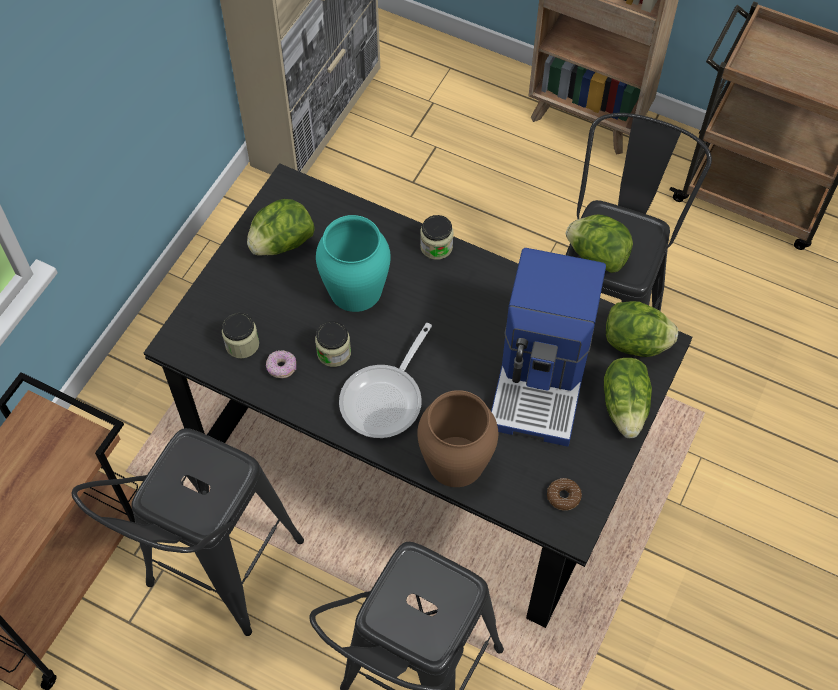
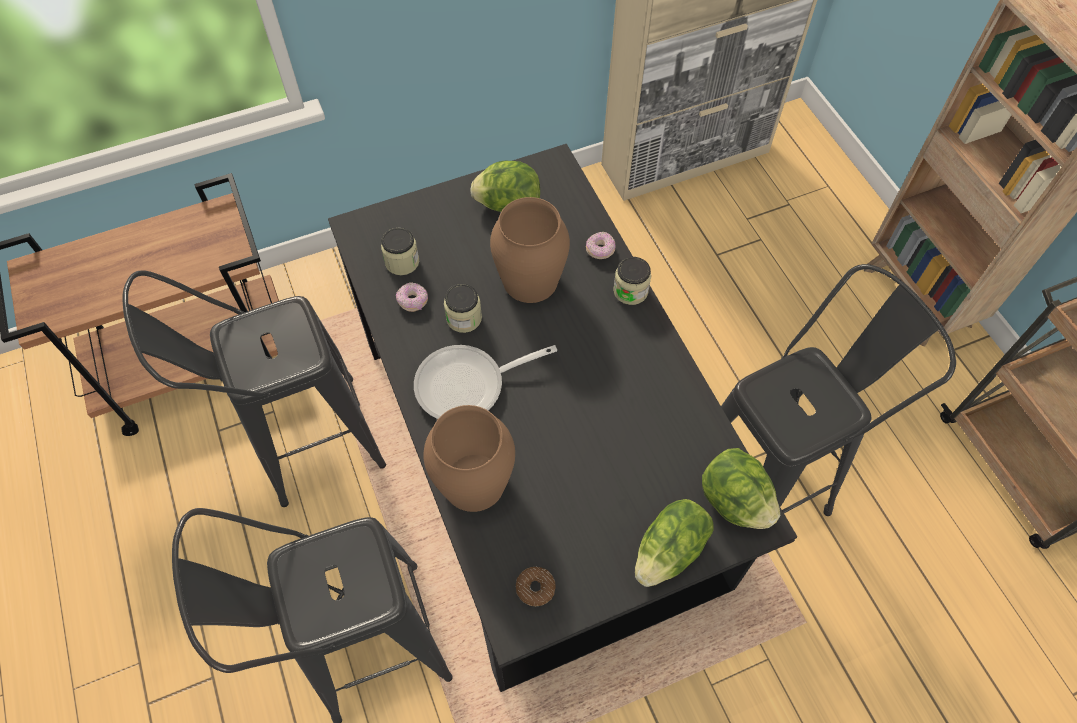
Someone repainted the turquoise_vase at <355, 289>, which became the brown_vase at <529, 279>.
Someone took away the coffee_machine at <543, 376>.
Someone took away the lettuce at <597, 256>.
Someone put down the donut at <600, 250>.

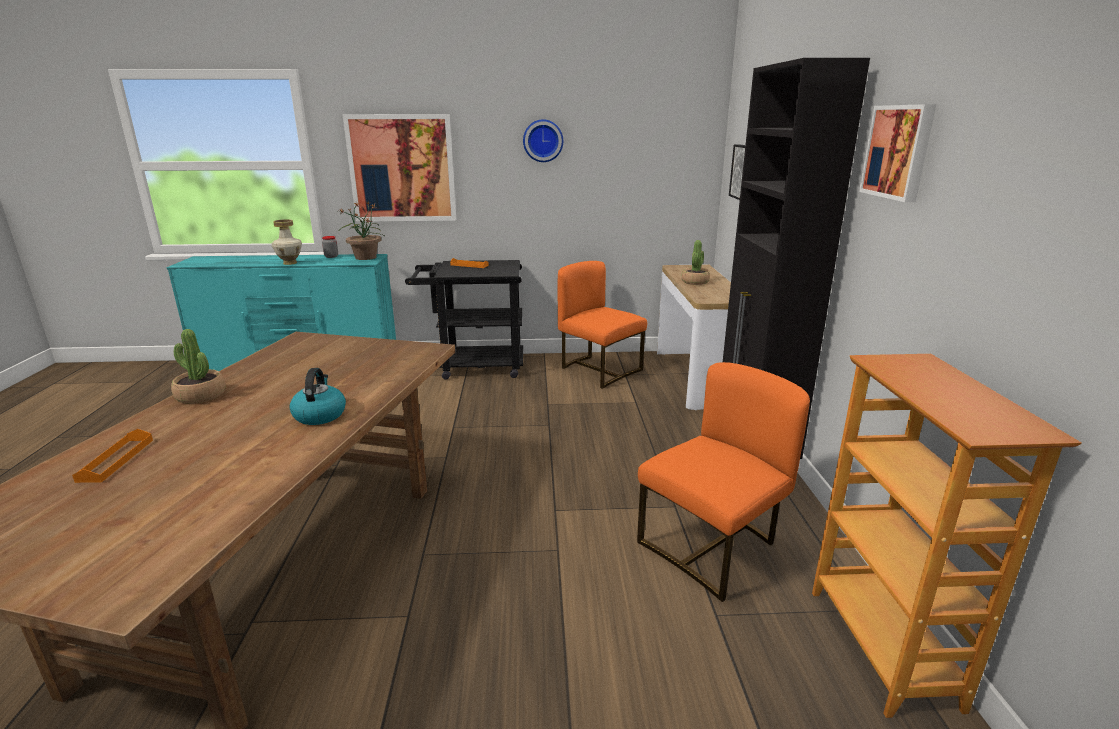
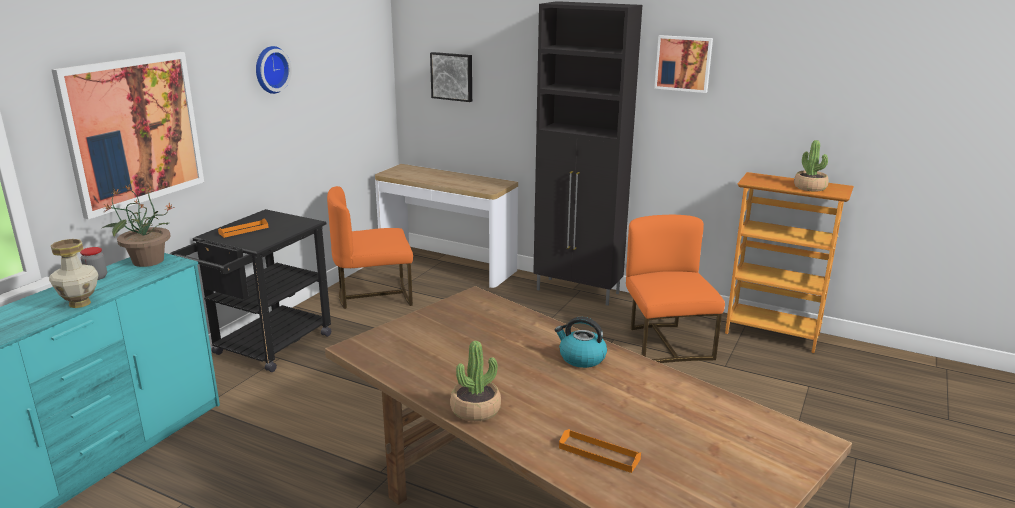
Someone carried the potted_plant from <695, 282> to <810, 187>.

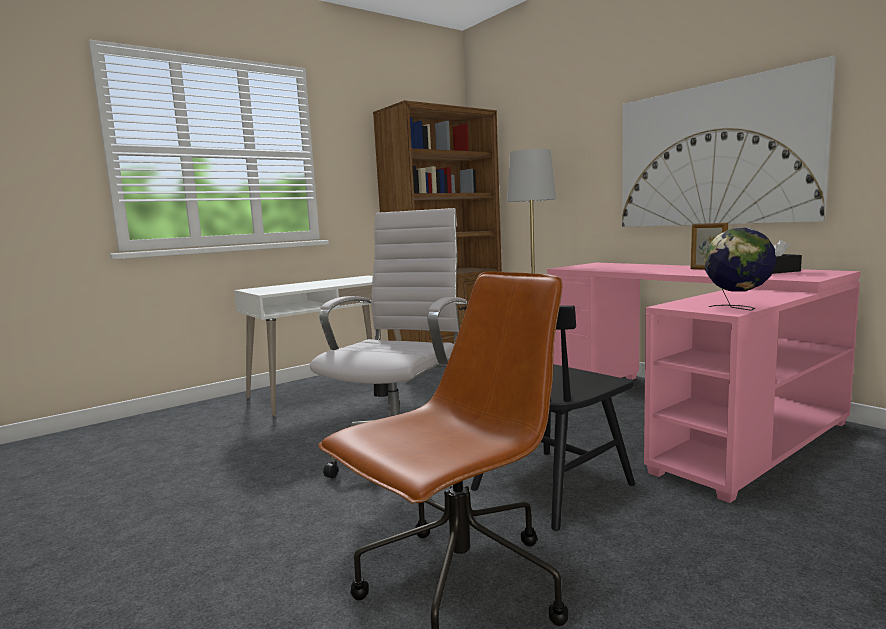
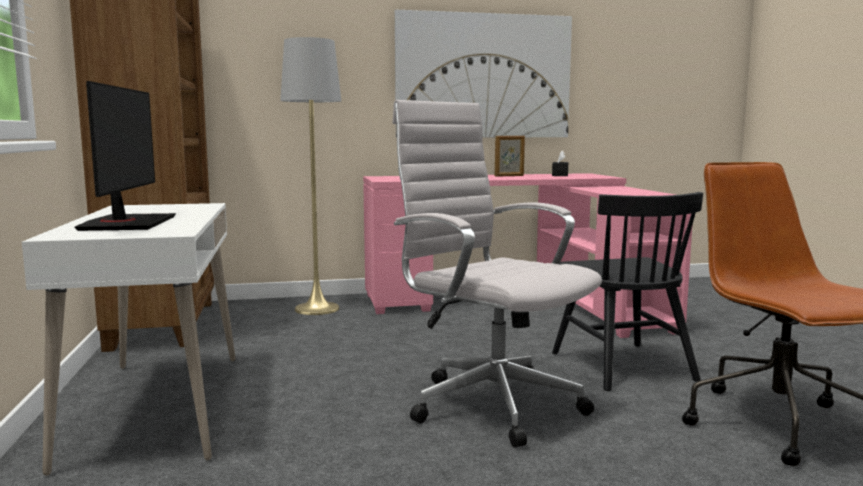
Someone took away the globe at <737, 308>.
Someone put down the monitor at <127, 223>.

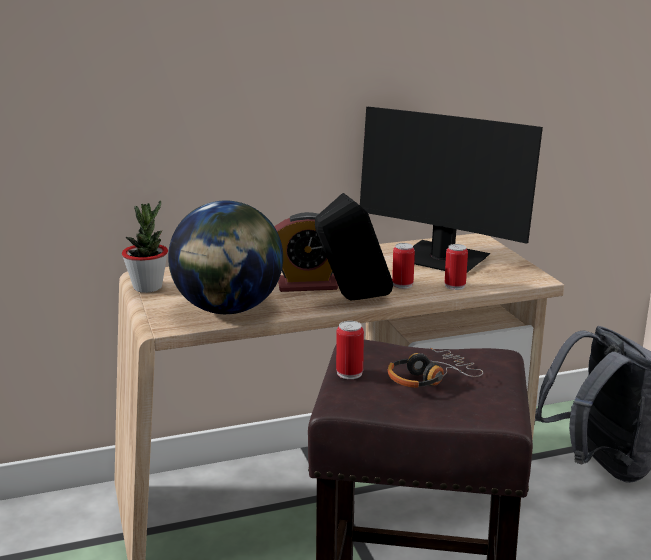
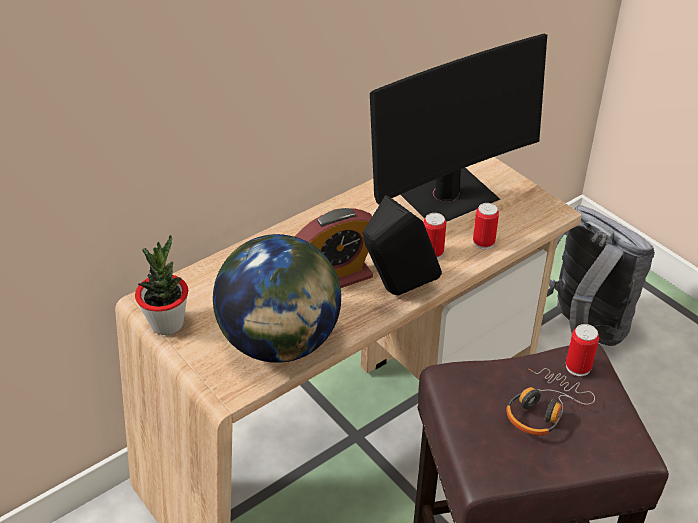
Someone carried the can from <349, 373> to <578, 367>.
Someone rotated the monitor at <442, 259> by 45 degrees counterclockwise.

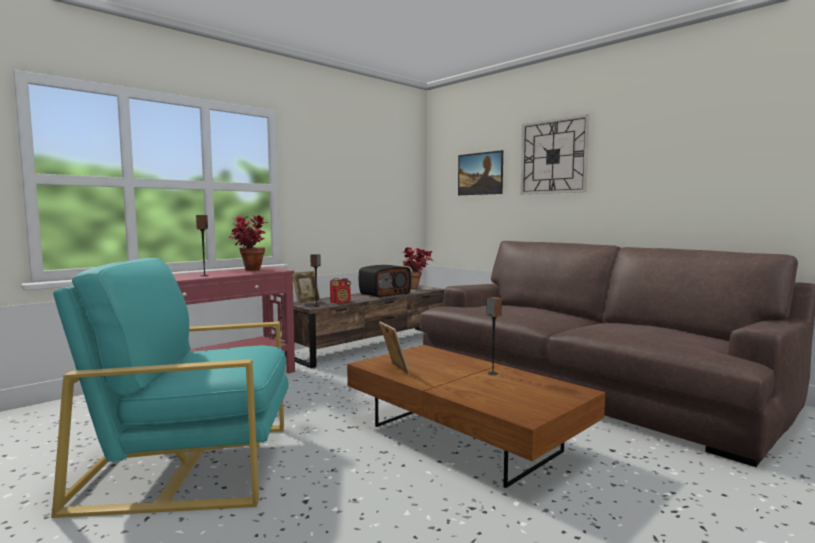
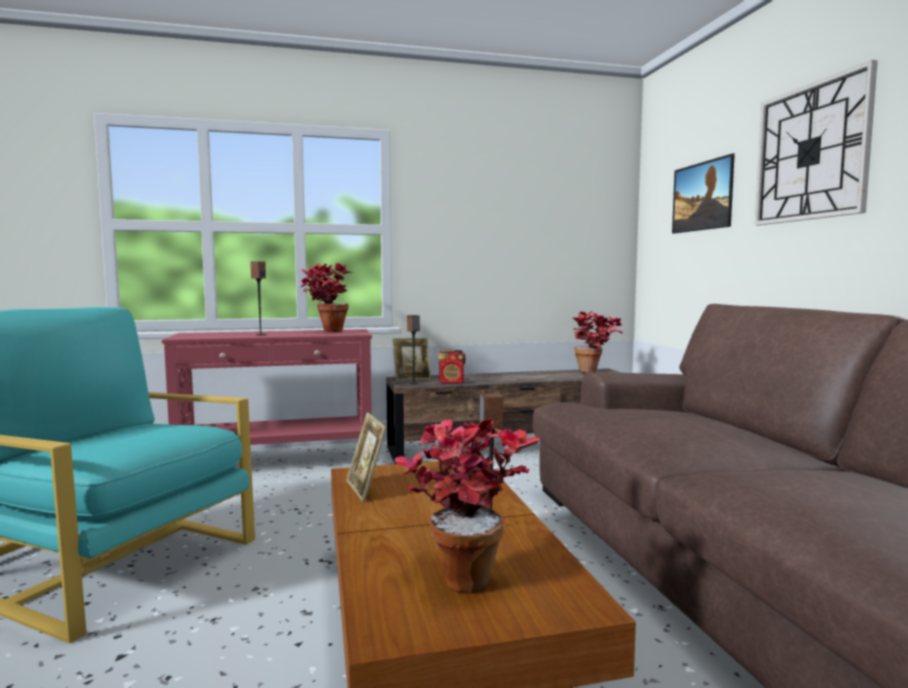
Someone took away the radio at <384, 293>.
Someone rotated the picture_frame at <394, 369> by 150 degrees clockwise.
Someone put down the potted_plant at <462, 574>.

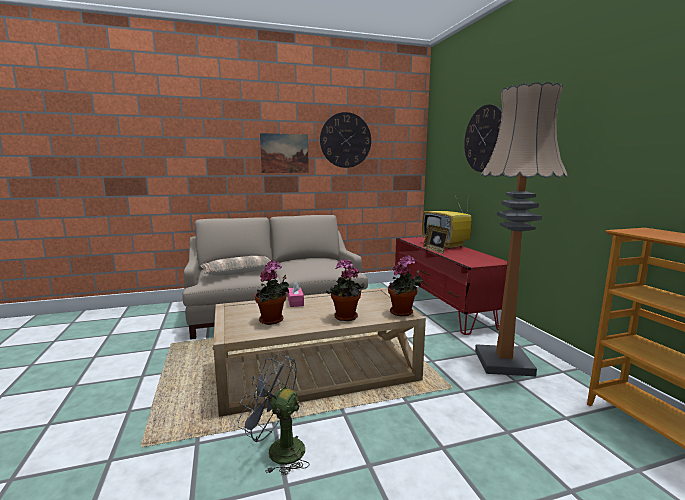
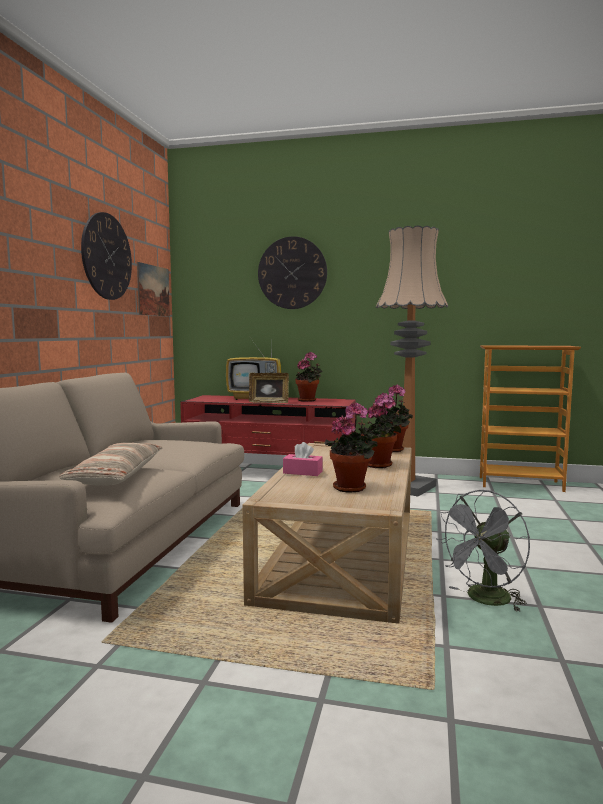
Someone carried the picture from <284, 153> to <153, 290>.
Someone put down the potted_plant at <308, 400>.

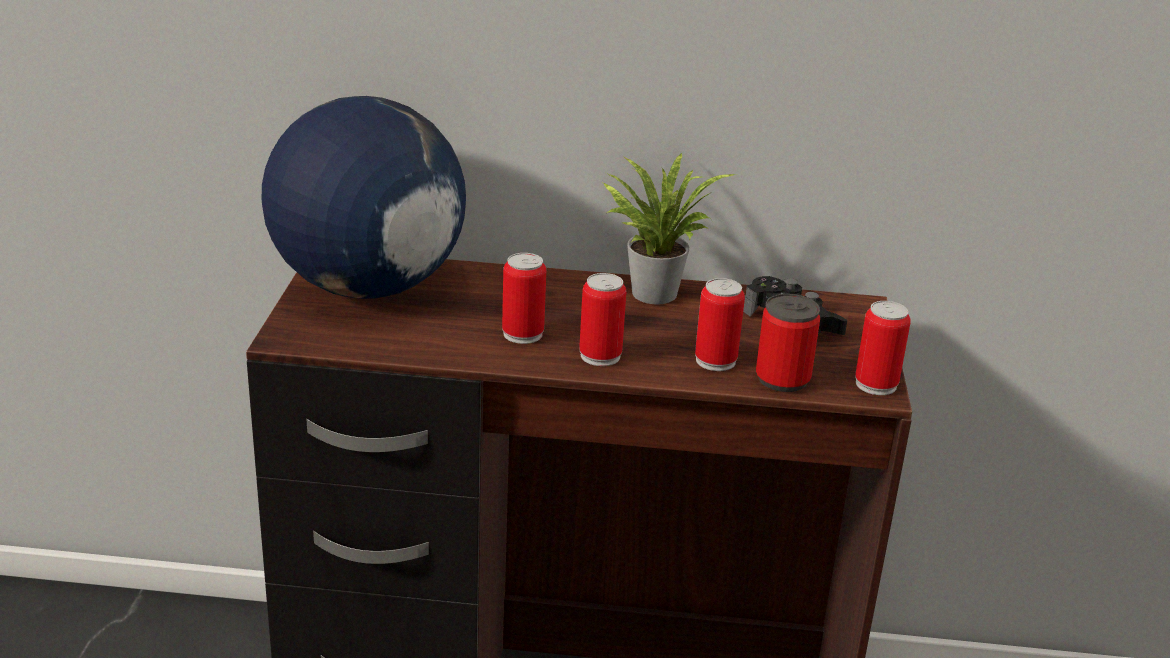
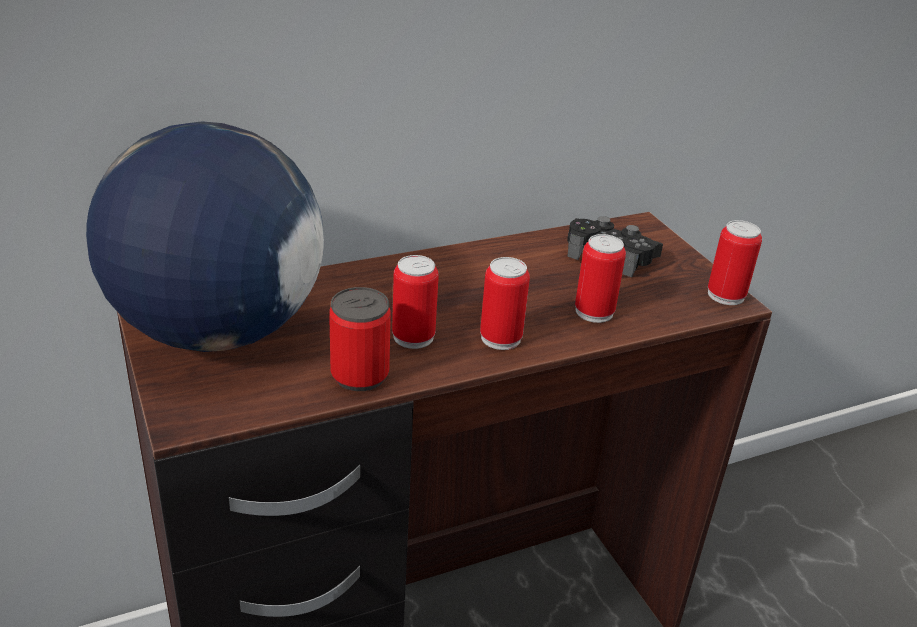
Someone took away the potted_plant at <652, 291>.
Someone carried the can from <782, 379> to <359, 375>.

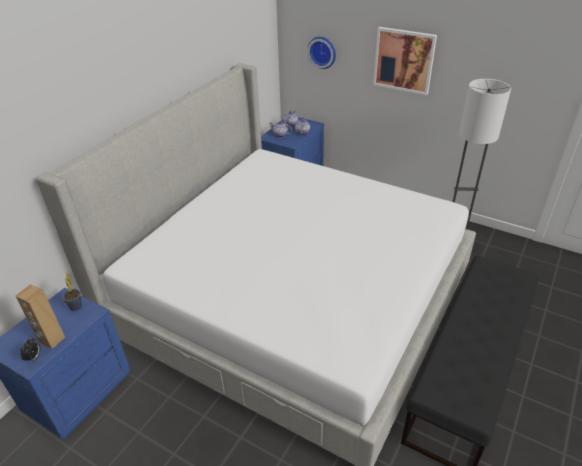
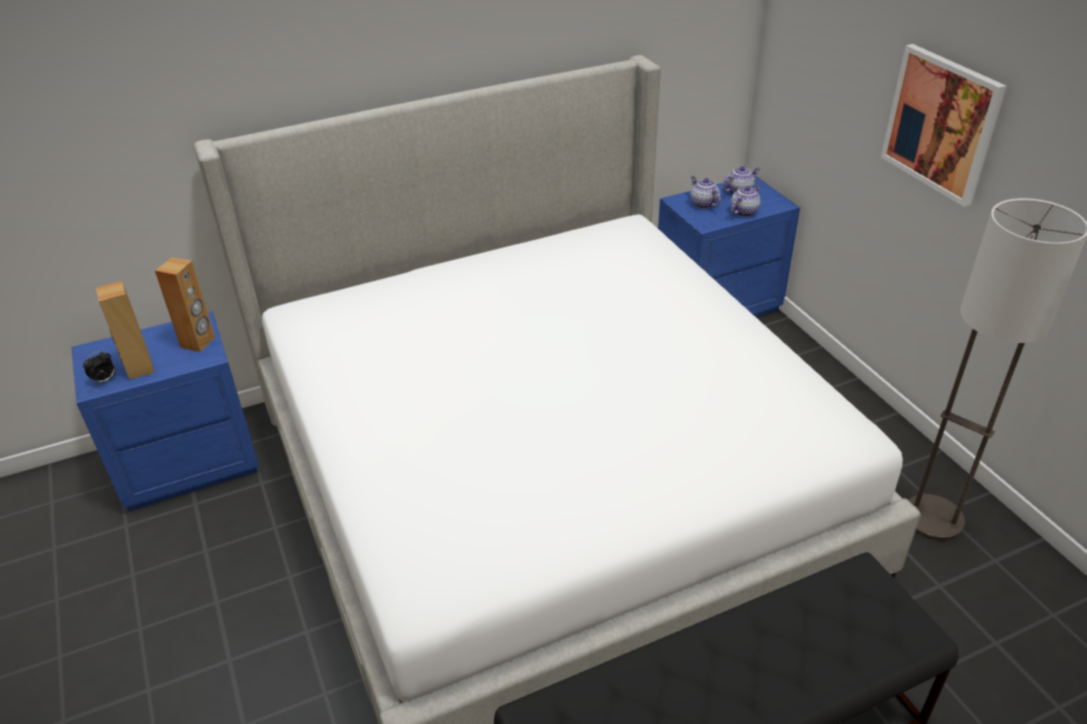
Someone swapped the potted_plant at <76, 308> for the brown_speaker at <198, 342>.
Someone took away the wall_clock at <323, 52>.

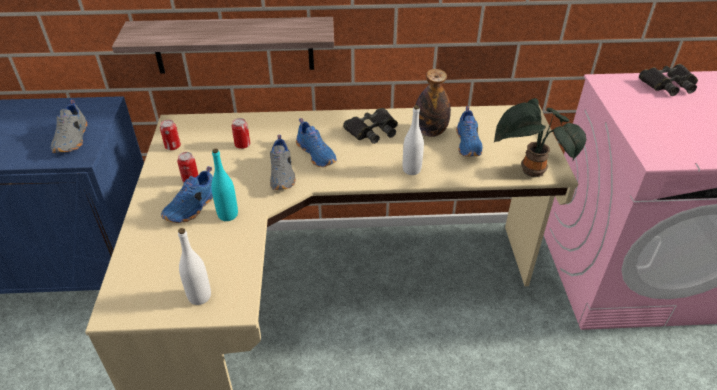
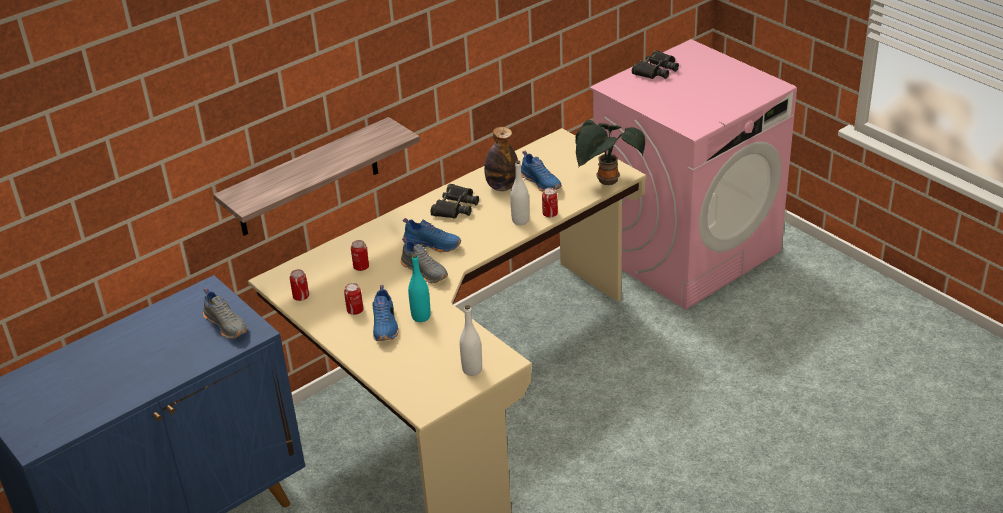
Someone put down the can at <550, 214>.

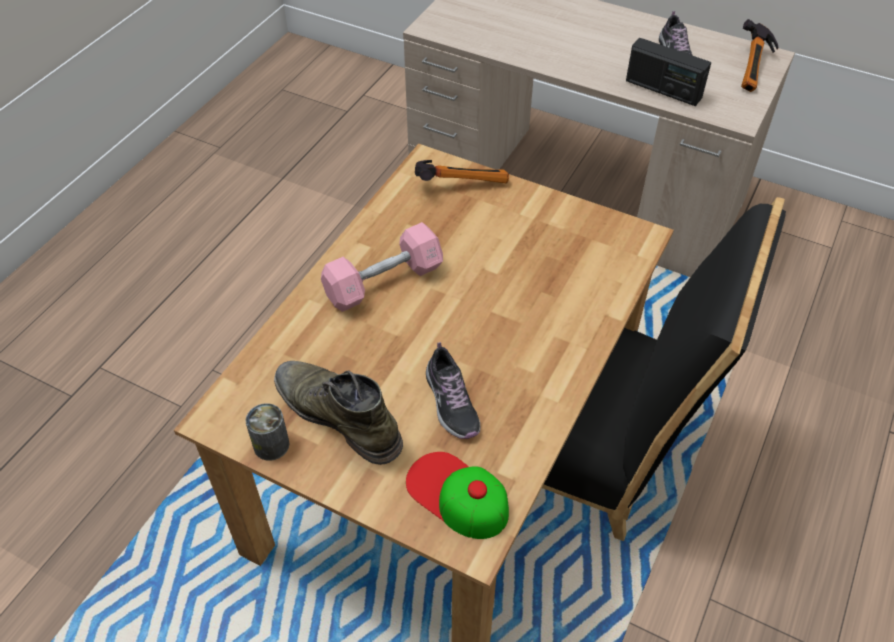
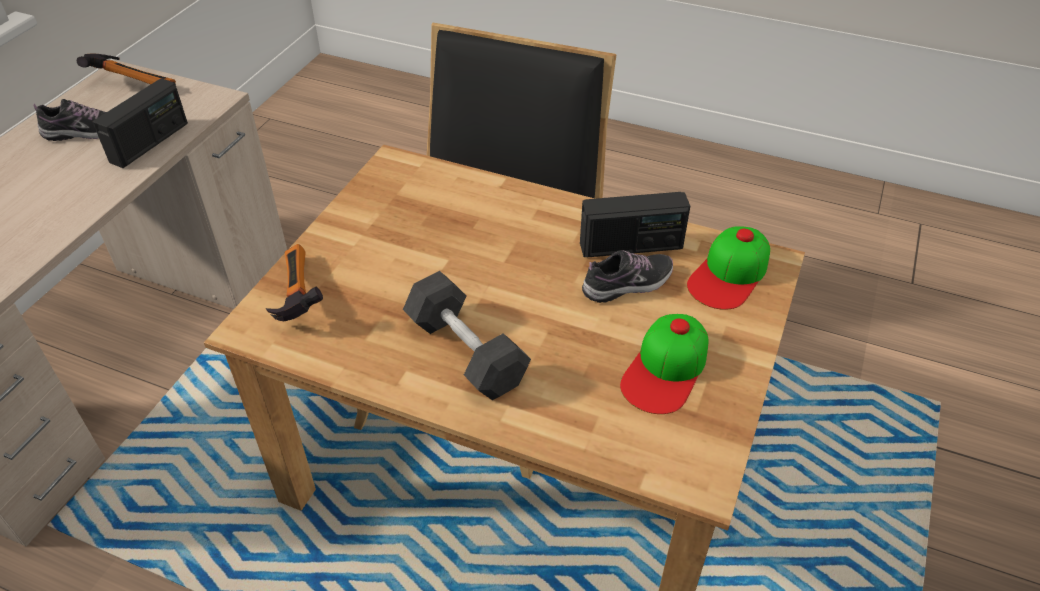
Someone took away the can at <271, 445>.
Someone swapped the green_boot at <338, 415> for the cap at <666, 369>.
Someone repainted the pink_dumbbell at <383, 281>, which became the black_dumbbell at <466, 351>.
Someone put down the radio at <631, 246>.

